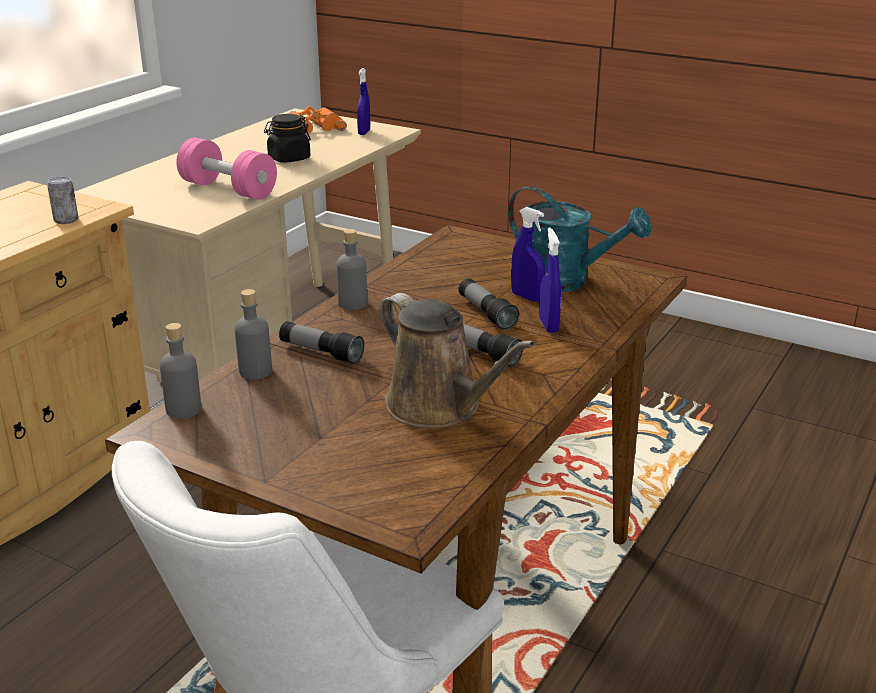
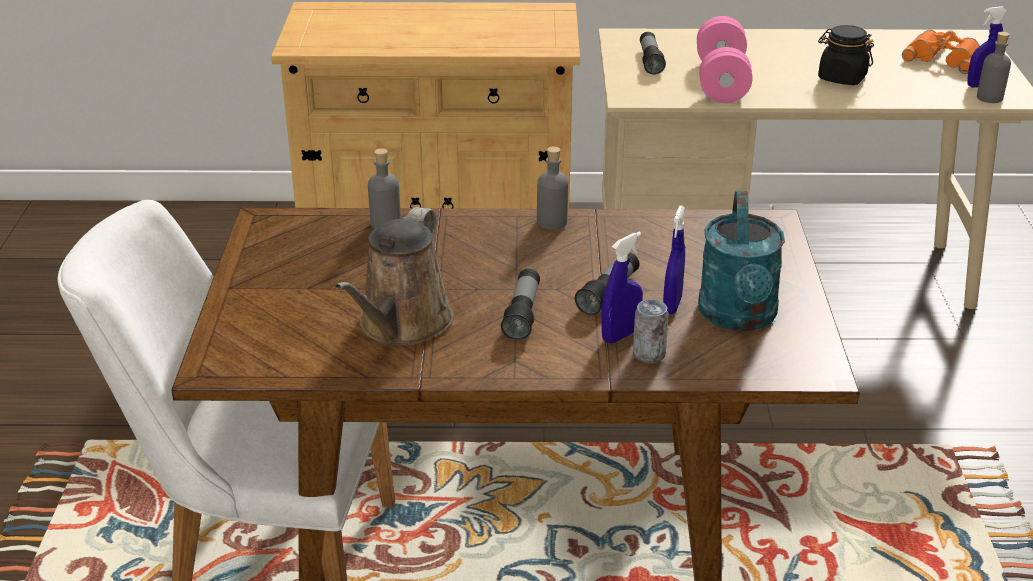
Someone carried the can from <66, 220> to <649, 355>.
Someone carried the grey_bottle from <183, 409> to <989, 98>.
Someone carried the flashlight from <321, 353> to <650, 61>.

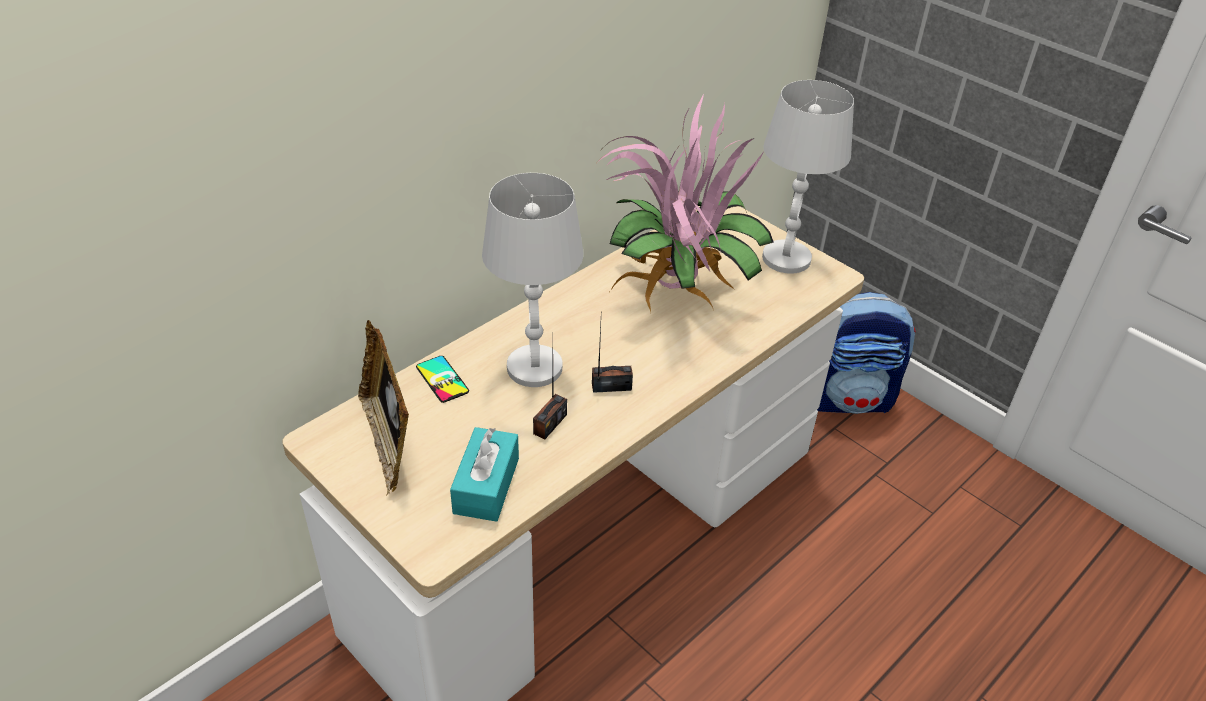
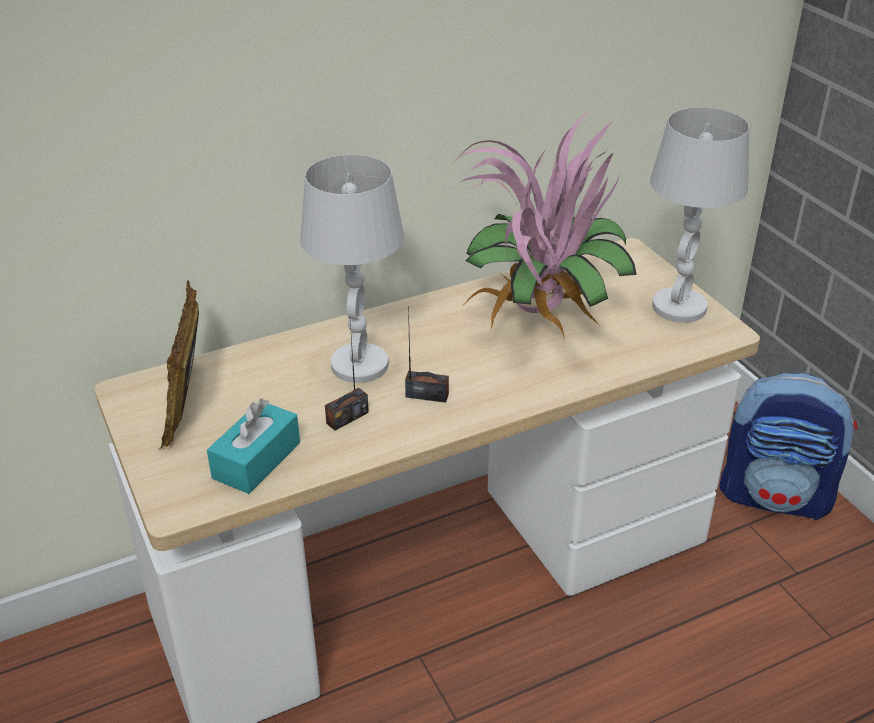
Someone took away the phone at <442, 379>.

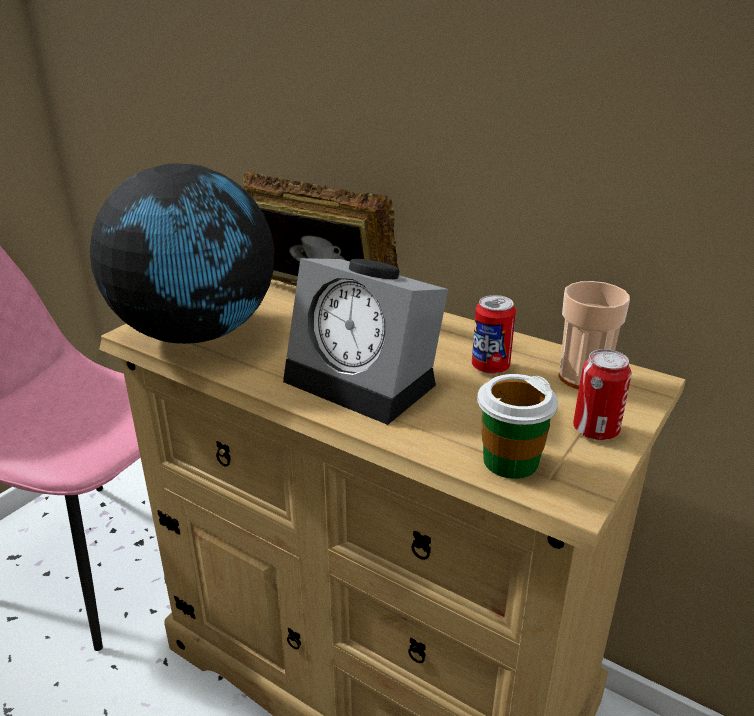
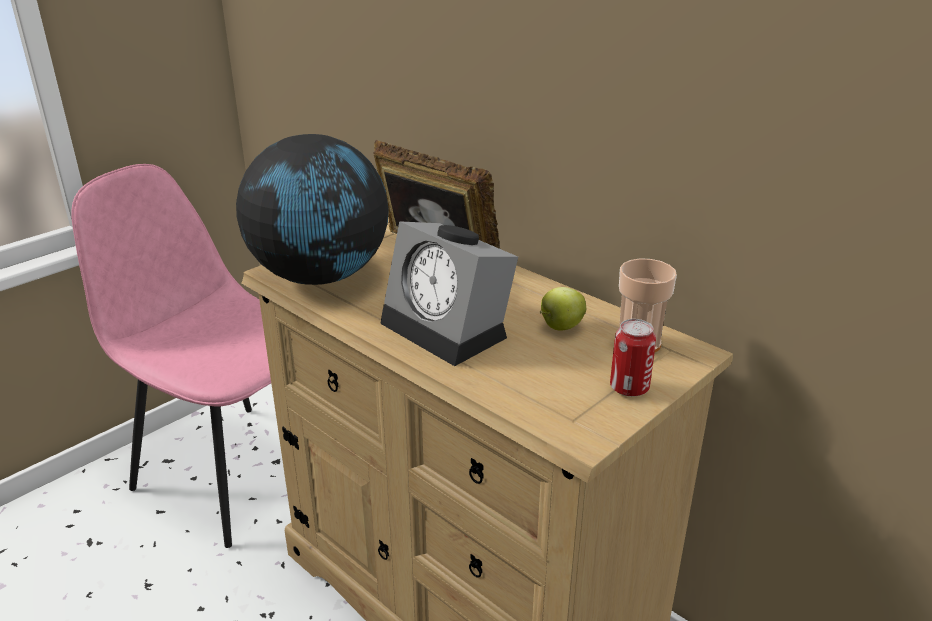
Someone swapped the can at <490, 367> for the apple at <560, 327>.
Someone took away the cup at <510, 461>.

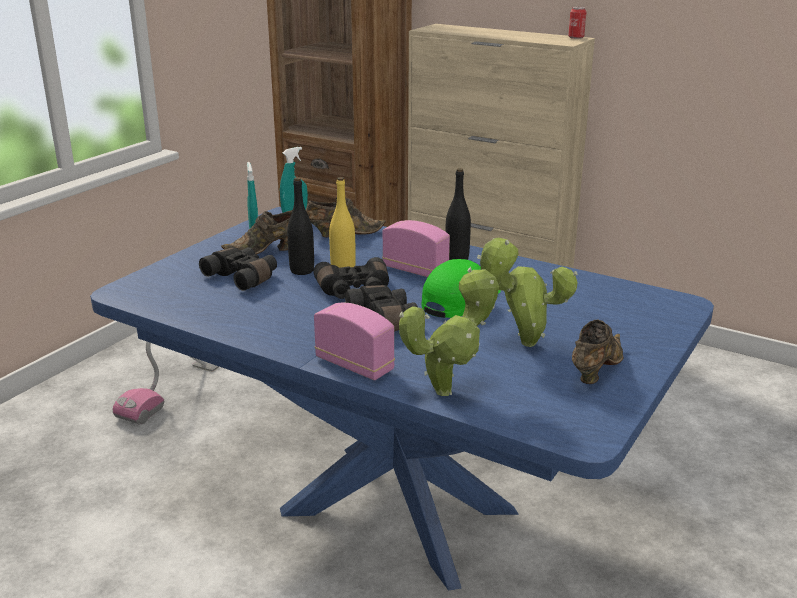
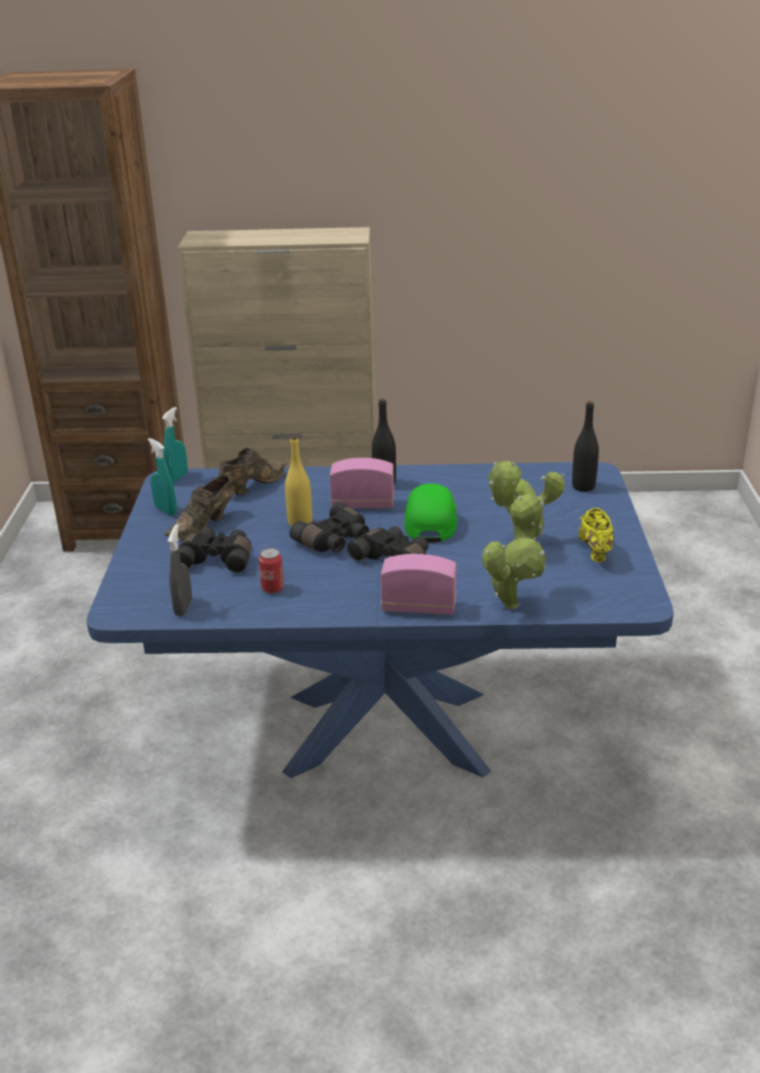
Someone took away the vacuum_cleaner at <170, 392>.
Someone carried the black_bottle from <302, 270> to <583, 487>.
Someone carried the can from <576, 37> to <272, 588>.
Someone repainted the brown_shoe at <595, 370>, which became the yellow_shoe at <594, 549>.
Someone put down the grey_spray_bottle at <183, 607>.

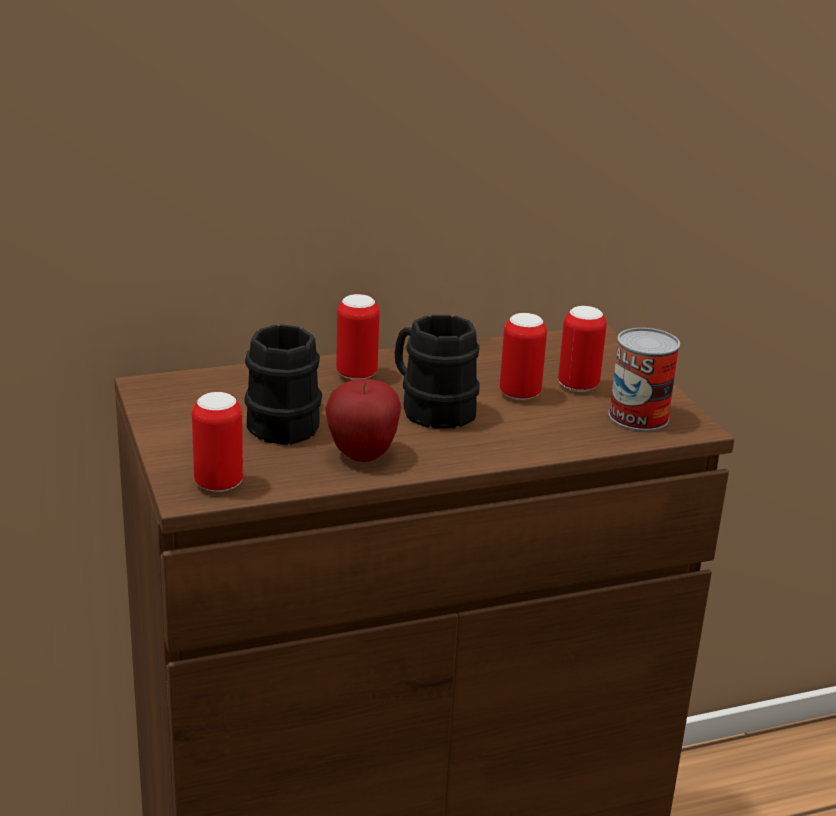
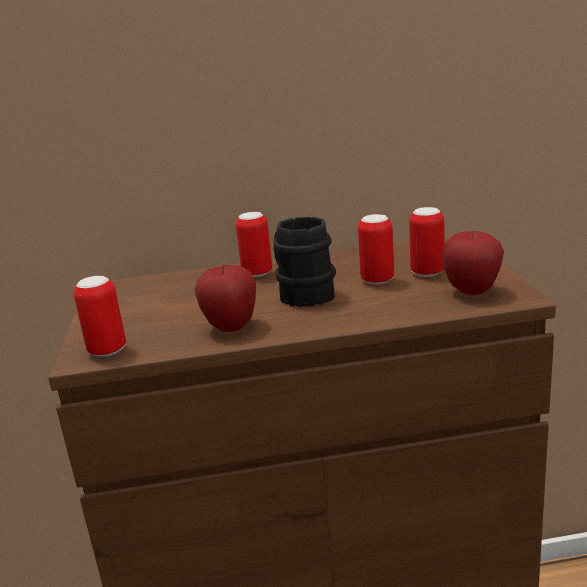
Someone took away the black_mug at <286, 421>.
Someone swapped the can at <638, 416> for the apple at <472, 292>.

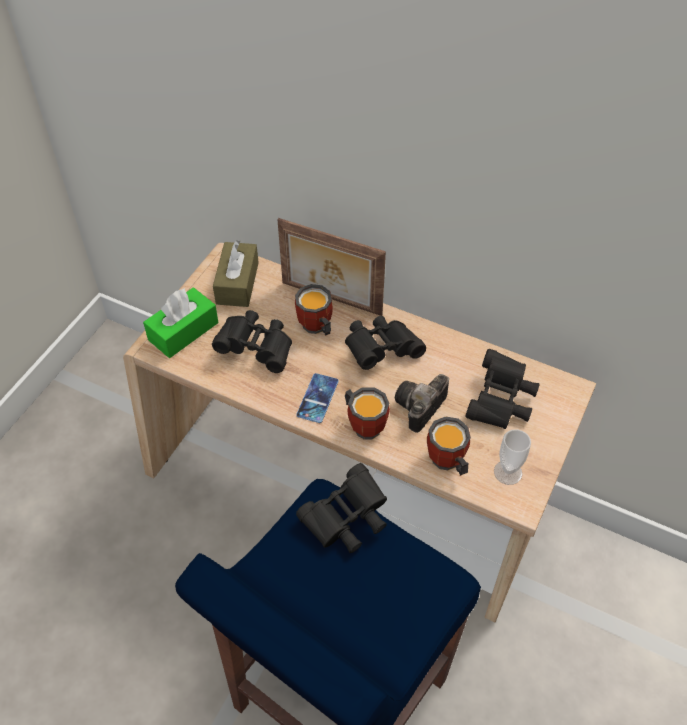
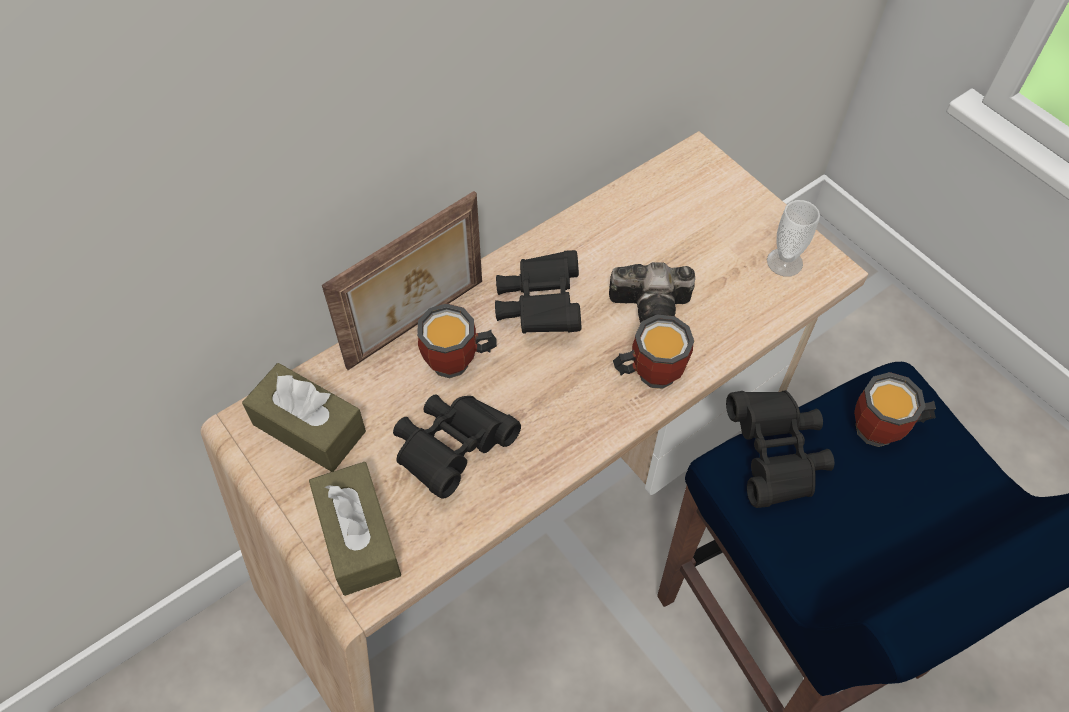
Someone repainted the green_tissue_box at <183, 331>, which became the brown_tissue_box at <358, 537>.
Someone took away the phone at <317, 398>.
Someone rotated the photo_camera at <419, 409> by 60 degrees counterclockwise.
Someone carried the mug from <446, 463> to <883, 432>.
Someone took away the black_binoculars at <500, 401>.

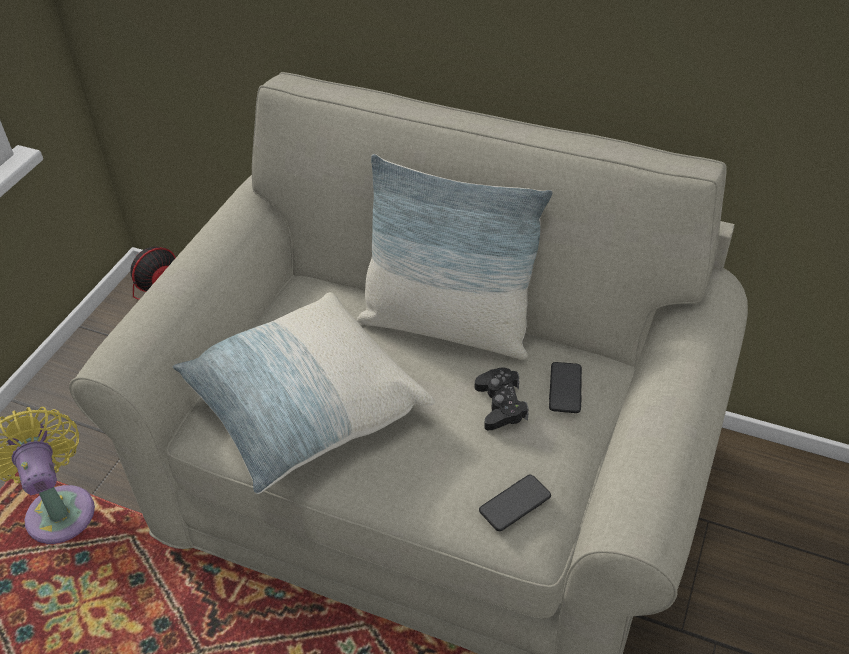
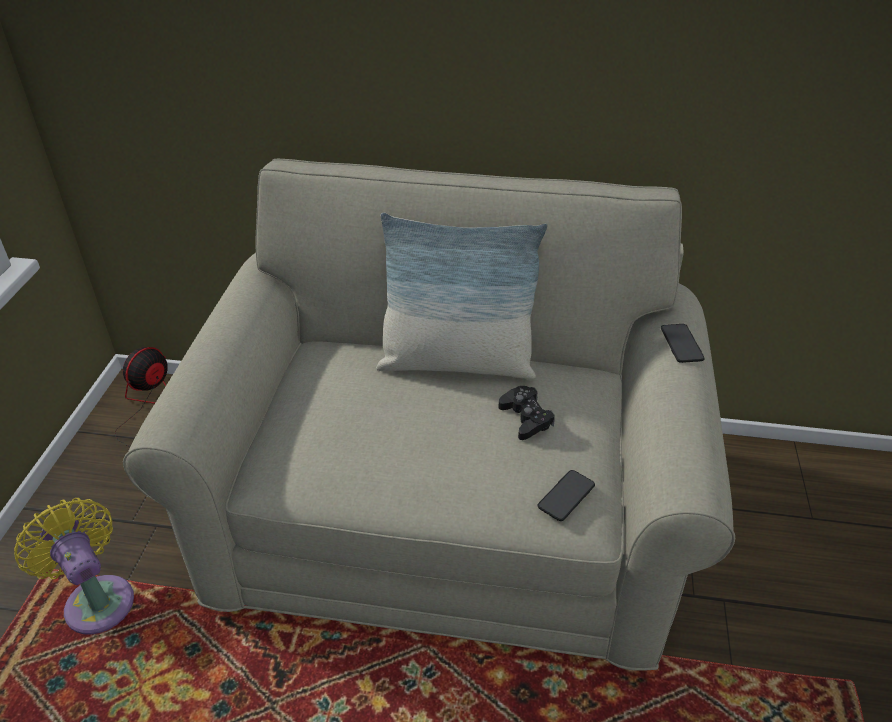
Someone took away the pillow at <304, 409>.
Someone carried the phone from <565, 388> to <681, 344>.

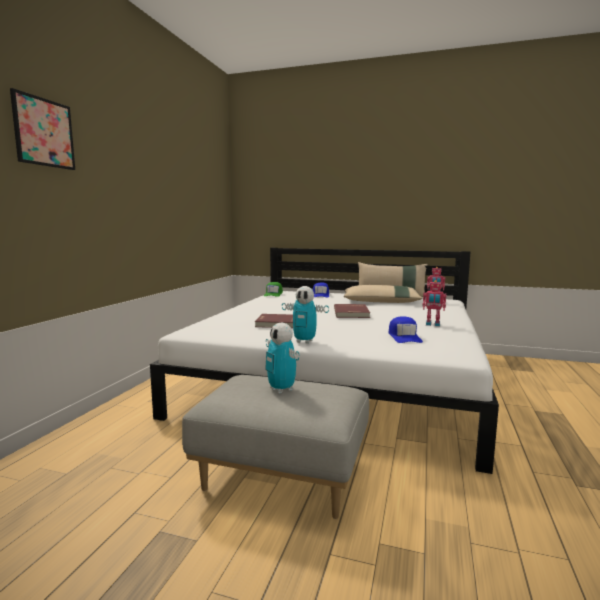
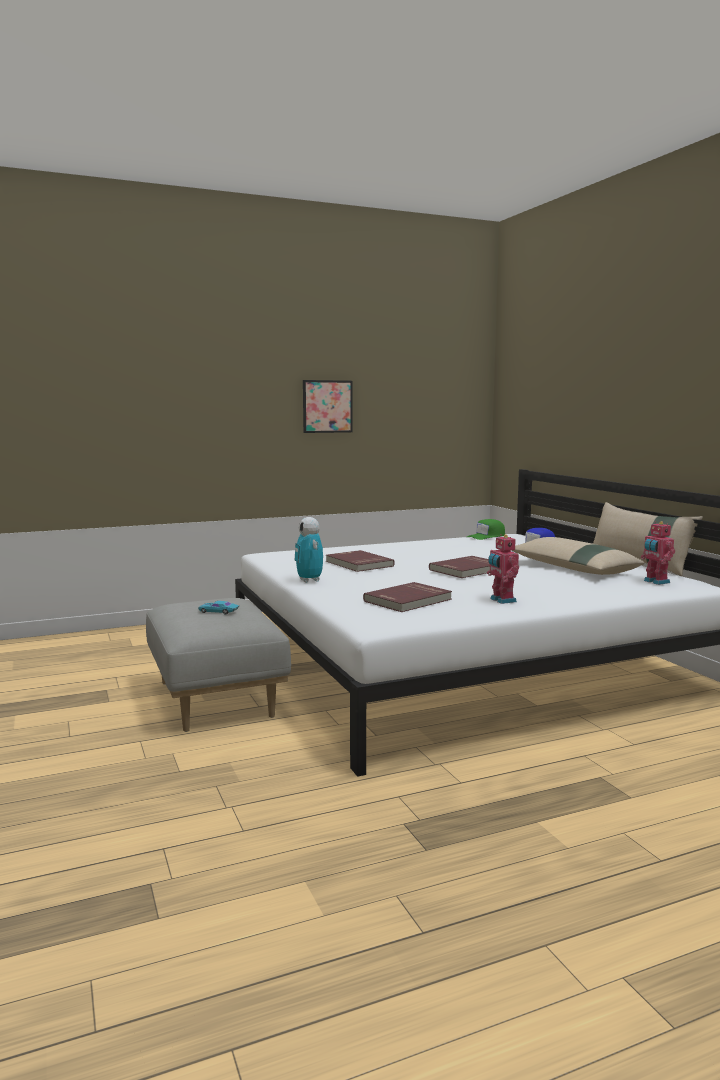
Someone carried the picture from <44, 132> to <327, 406>.
Someone swapped the toy_robot at <281, 389> for the turquoise_toy_car at <218, 611>.
Someone swapped the blue_cap at <404, 337> for the red_book at <409, 600>.

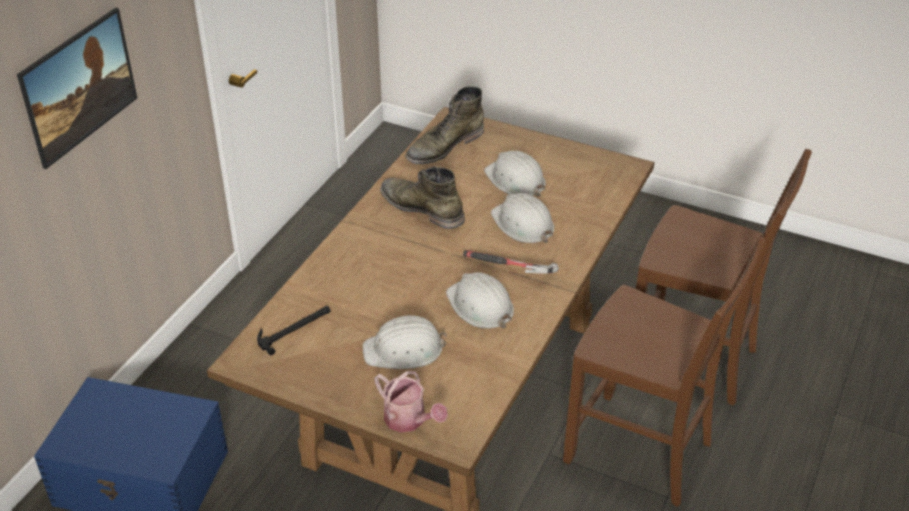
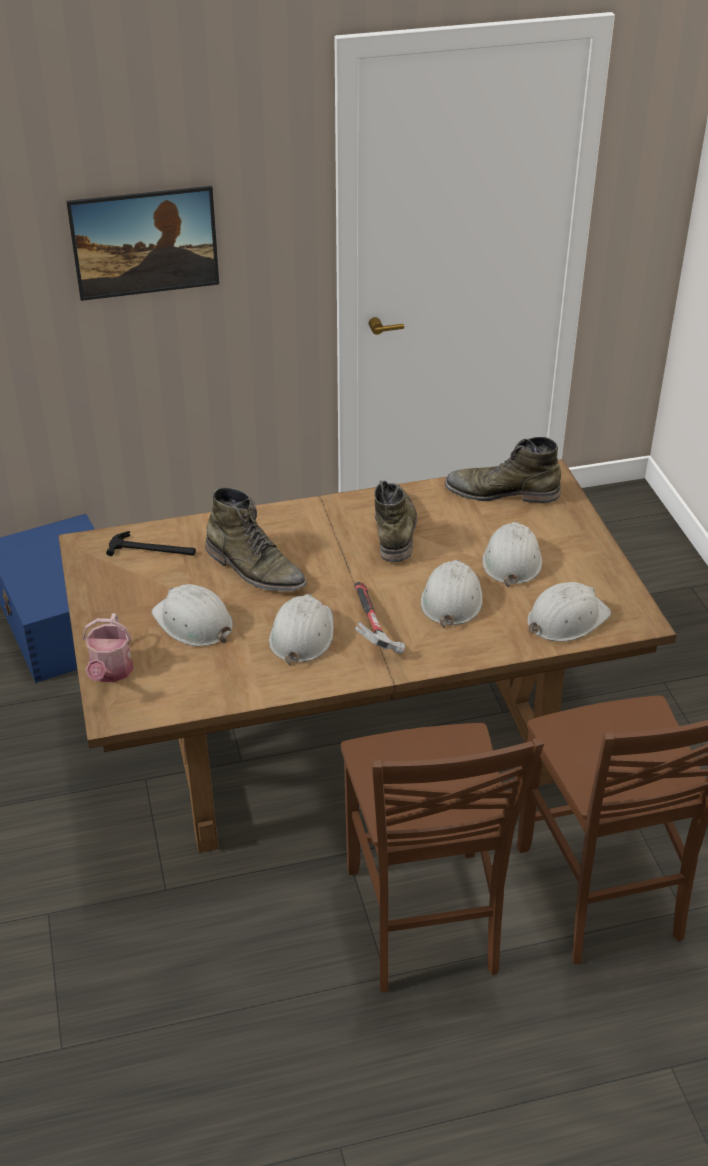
Someone put down the green_boot at <255, 569>.
Someone put down the white_hard_hat at <566, 619>.

